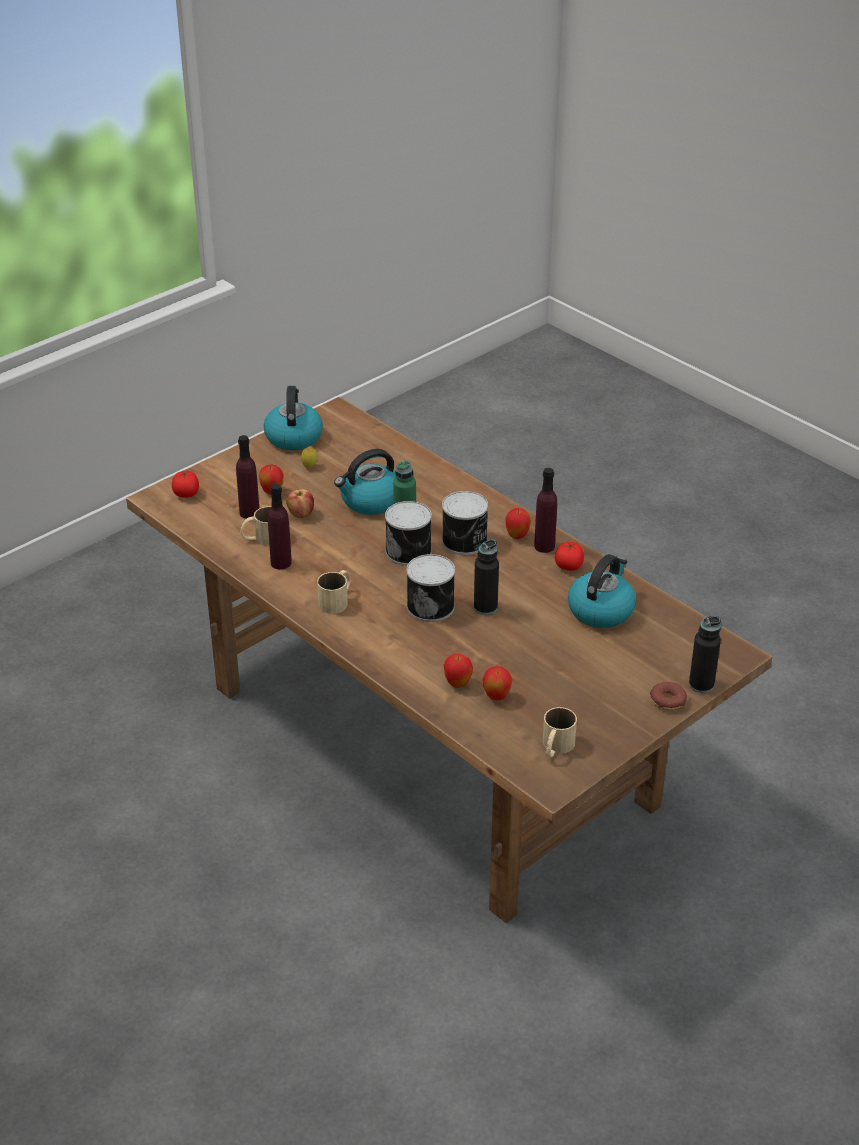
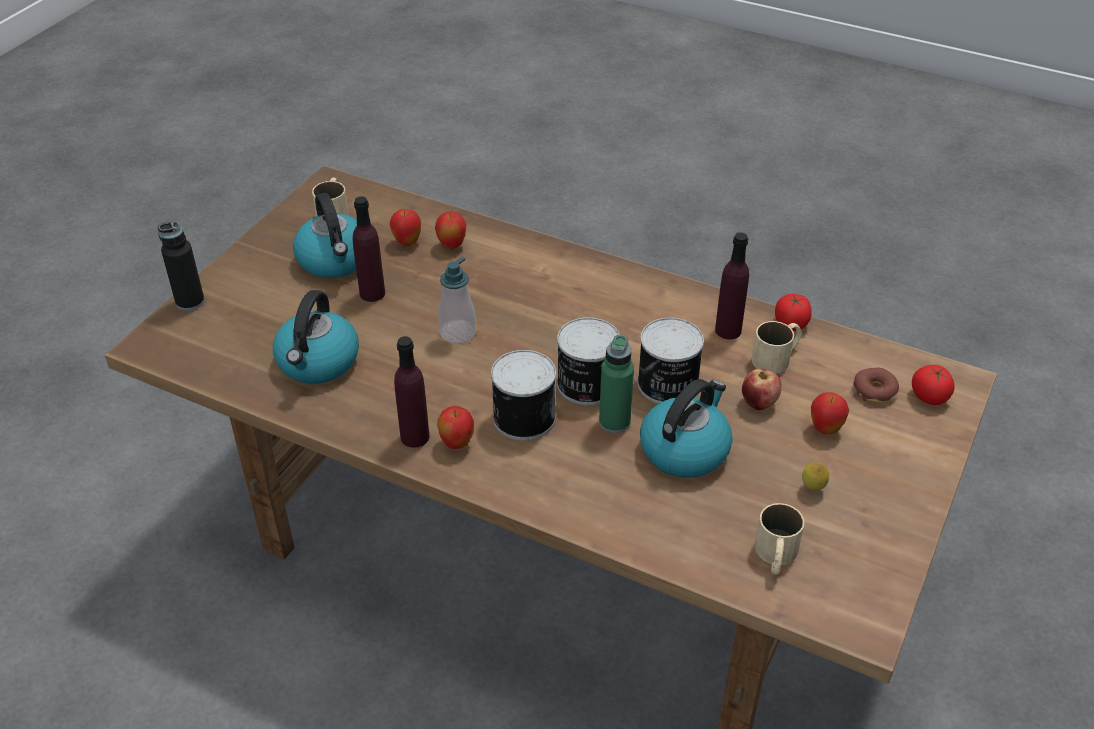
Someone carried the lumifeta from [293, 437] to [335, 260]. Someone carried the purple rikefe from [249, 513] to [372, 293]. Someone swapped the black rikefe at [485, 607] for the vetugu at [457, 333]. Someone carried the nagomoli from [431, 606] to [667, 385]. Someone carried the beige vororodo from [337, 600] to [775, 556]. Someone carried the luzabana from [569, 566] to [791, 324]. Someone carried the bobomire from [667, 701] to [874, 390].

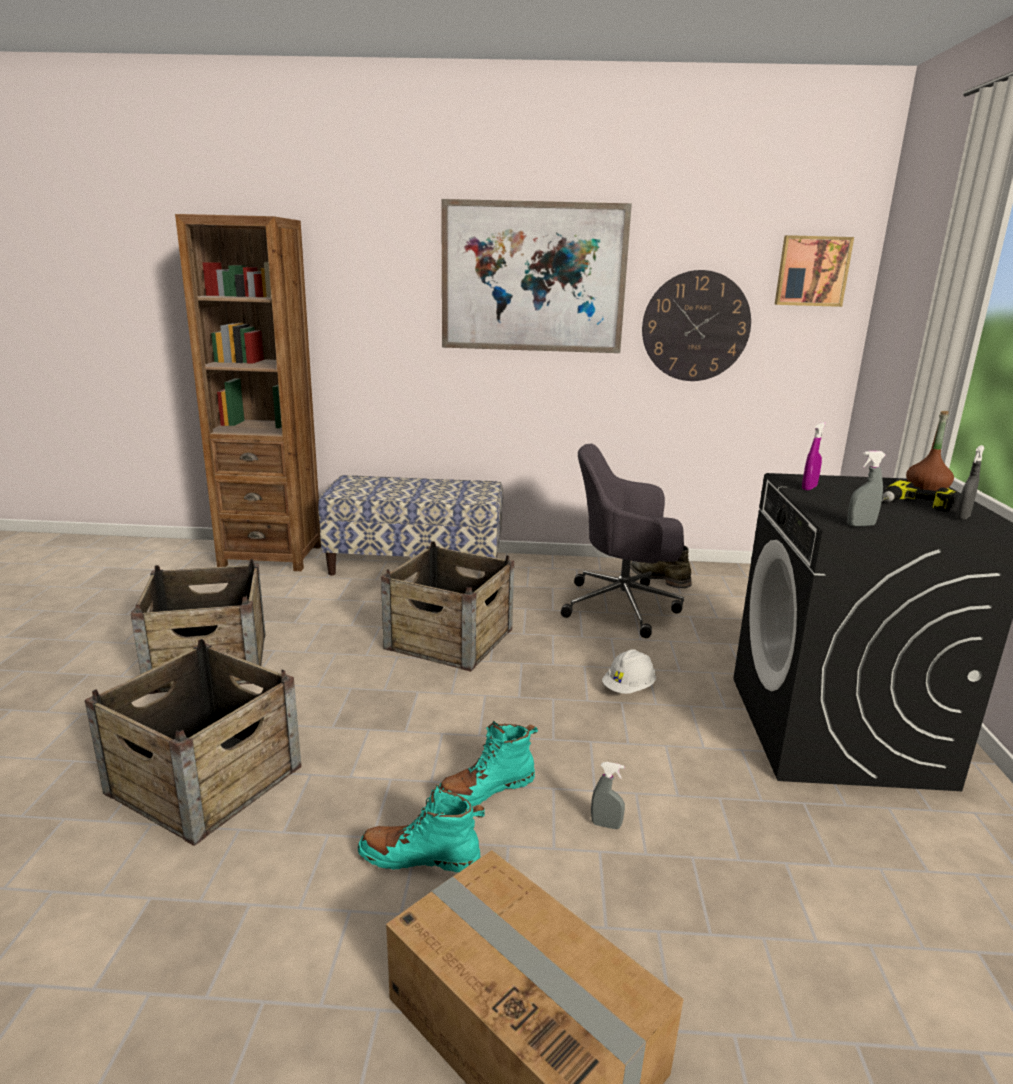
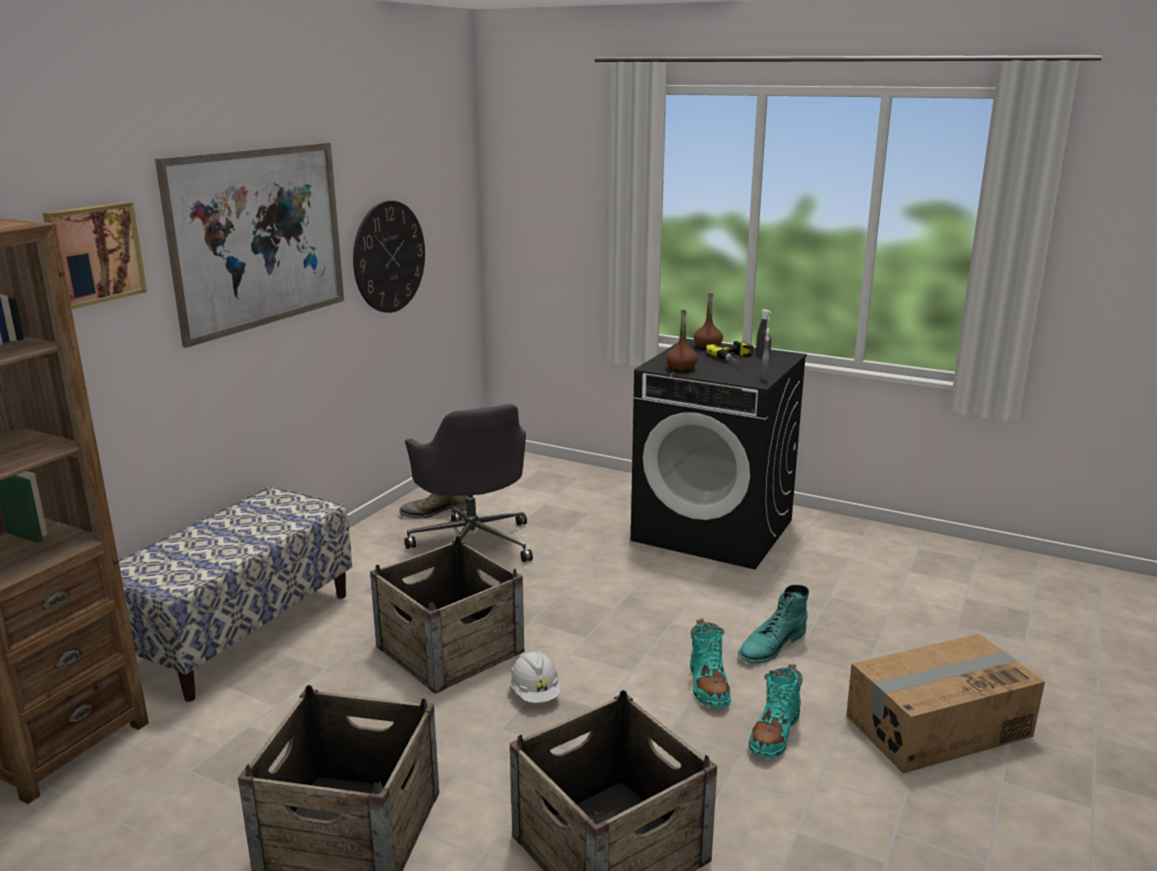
Someone carried the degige from [812, 271] to [93, 254]. Someone rotated the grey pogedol at [624, 606] by 60 degrees counterclockwise. Someone carried the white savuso from [629, 689] to [535, 693]. Someone swapped the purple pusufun at [809, 488] for the brown rikefe at [681, 368]. Someone swapped the grey pusufun at [606, 825] for the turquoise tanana at [771, 646].

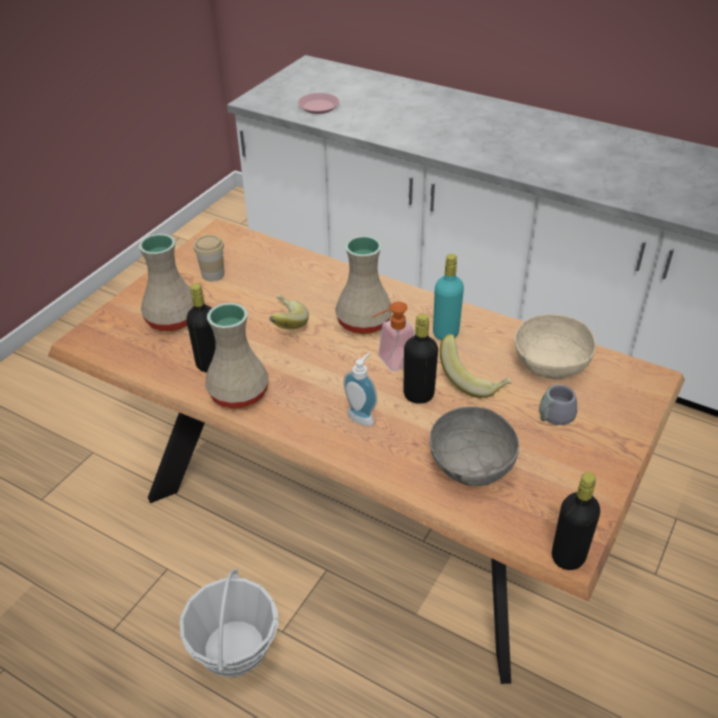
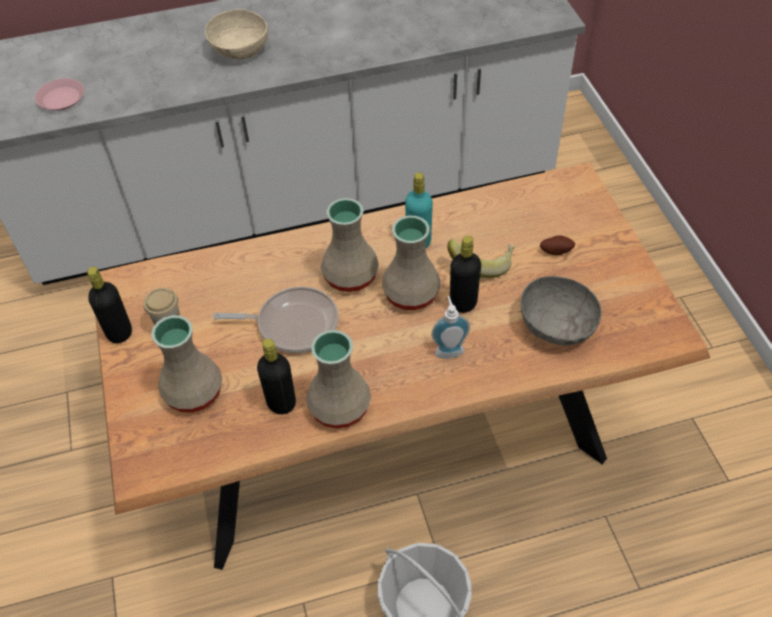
Someone carried the black rikefe from [568, 557] to [119, 333]. Someone carried the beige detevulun from [551, 363] to [240, 49]. Someone swapped the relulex at [284, 324] for the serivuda at [293, 324]. Someone swapped the vetugu at [391, 362] for the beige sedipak at [412, 293]. Someone swapped the grey vororodo at [550, 413] for the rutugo at [556, 251].

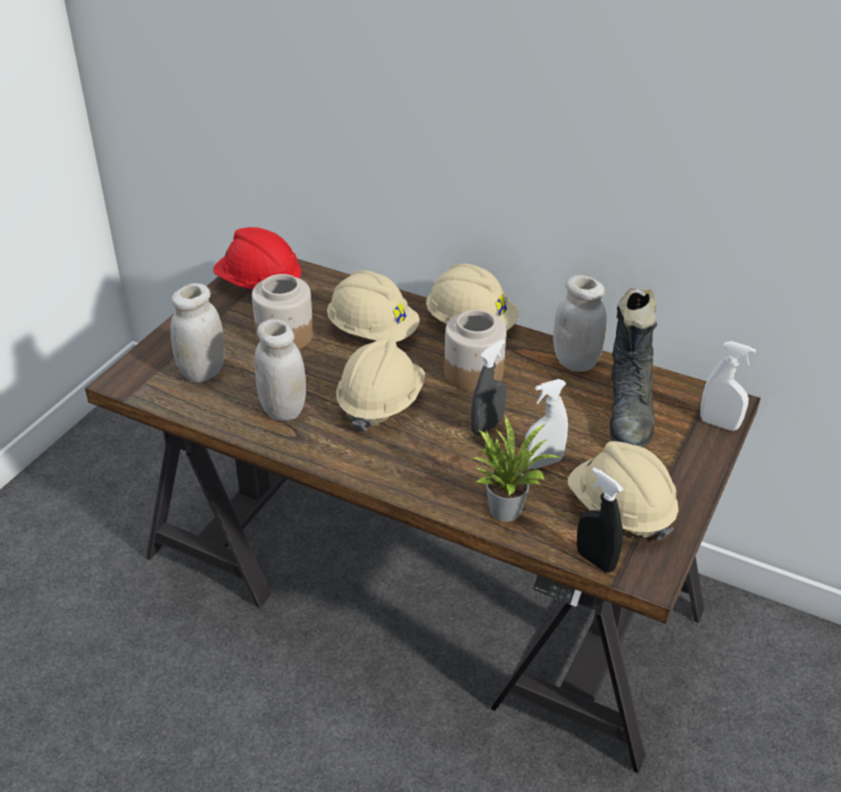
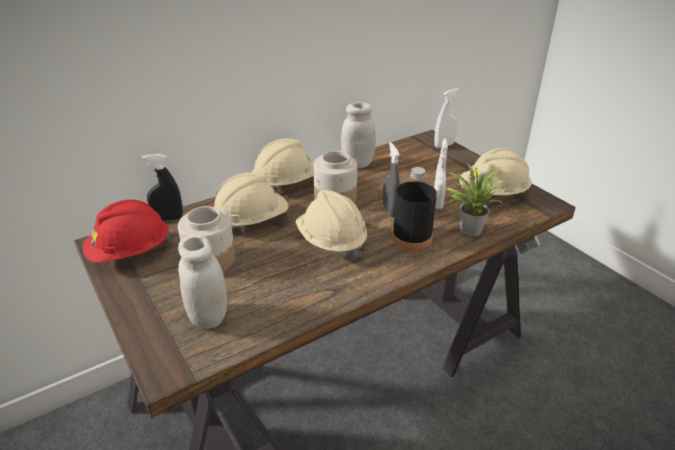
Someone carried the black pusufun from [595, 560] to [168, 218]. Someone put down the black rikefe at [412, 237]. Someone took away the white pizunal at [283, 409]. Someone took away the black tanana at [629, 412].

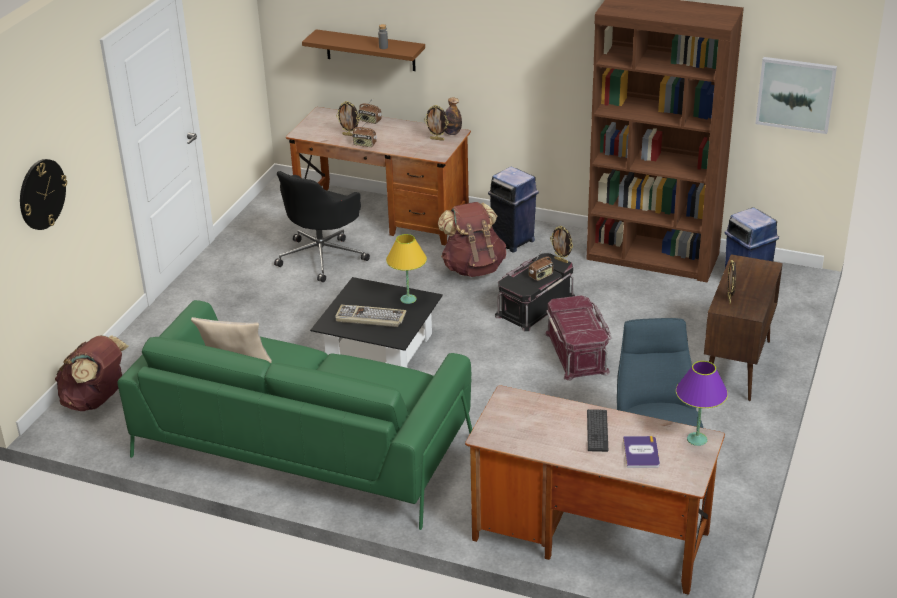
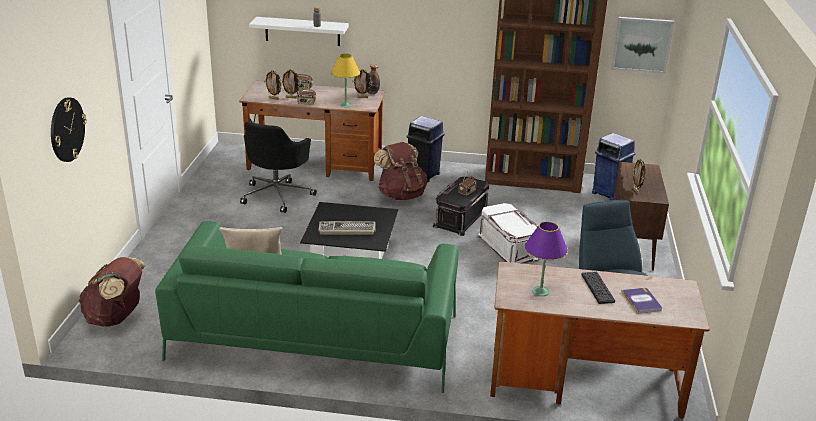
Someone repainted the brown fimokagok at [370, 50], which became the white fimokagok at [302, 31]. Someone carried the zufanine from [561, 260] to [274, 98]. Someone carried the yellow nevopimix from [408, 299] to [345, 105]. Someone repainted the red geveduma at [577, 353], which became the white geveduma at [508, 247]. Someone carried the purple nevopimix from [696, 439] to [540, 291].

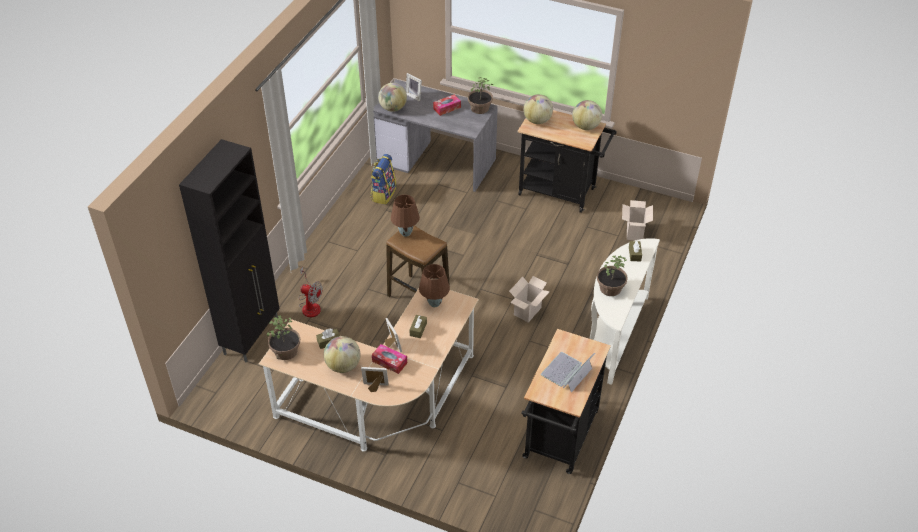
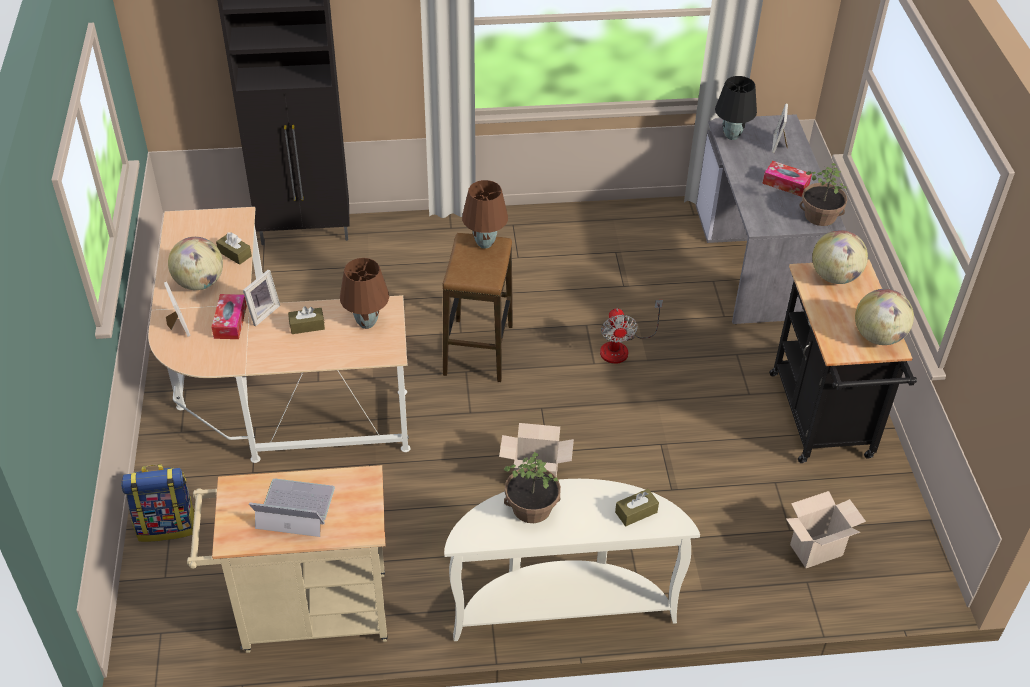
Someone carried the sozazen from [383, 194] to [167, 525]. Someone repainted the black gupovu at [559, 440], which became the beige gupovu at [305, 614]. Someone carried the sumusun from [310, 305] to [621, 347]. Someone swapped the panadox at [393, 108] for the black nevopimix at [731, 135]. Someone took away the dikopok at [286, 351].

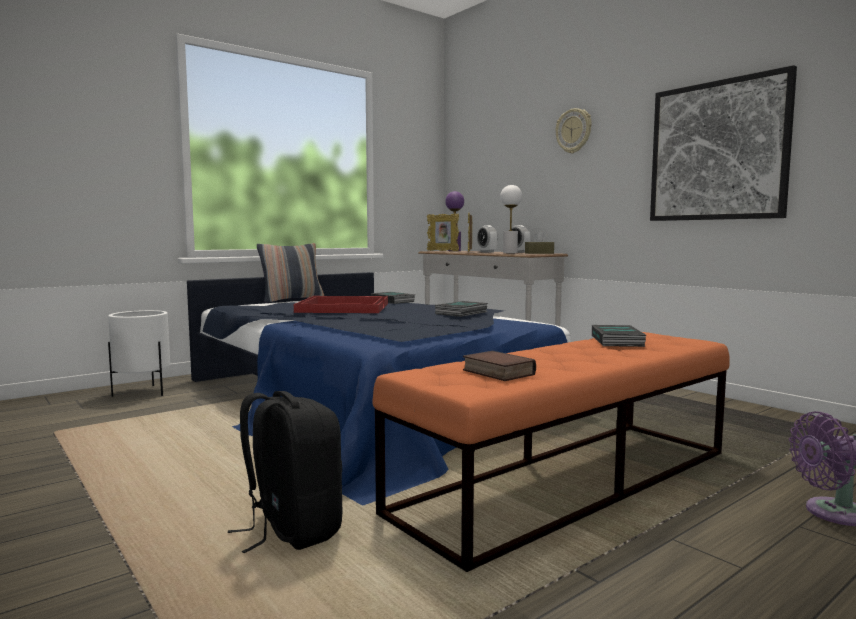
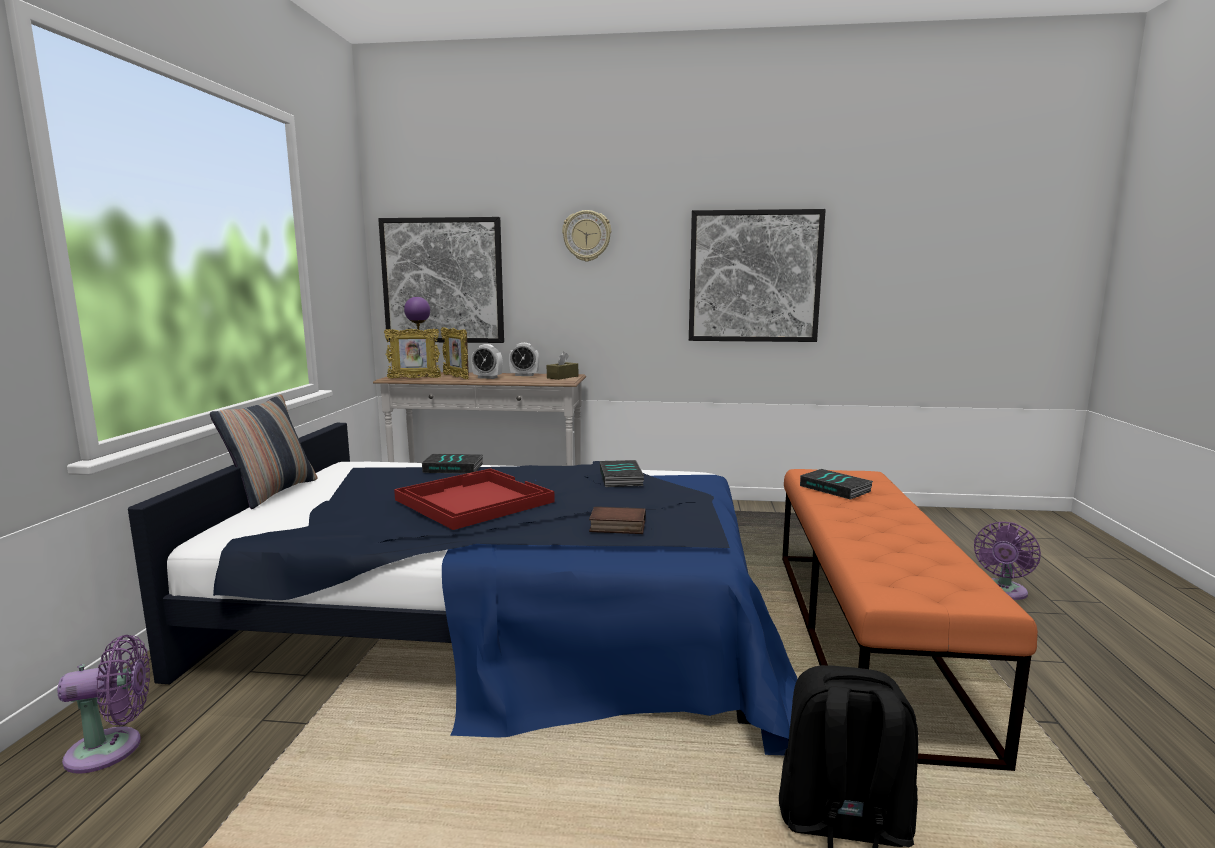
Someone swapped the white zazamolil at [143, 392] for the purple sumusun at [112, 749]. Someone put up the degige at [443, 281]. Someone carried the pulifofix from [496, 372] to [616, 526]. Someone took away the white nevopimix at [510, 253].

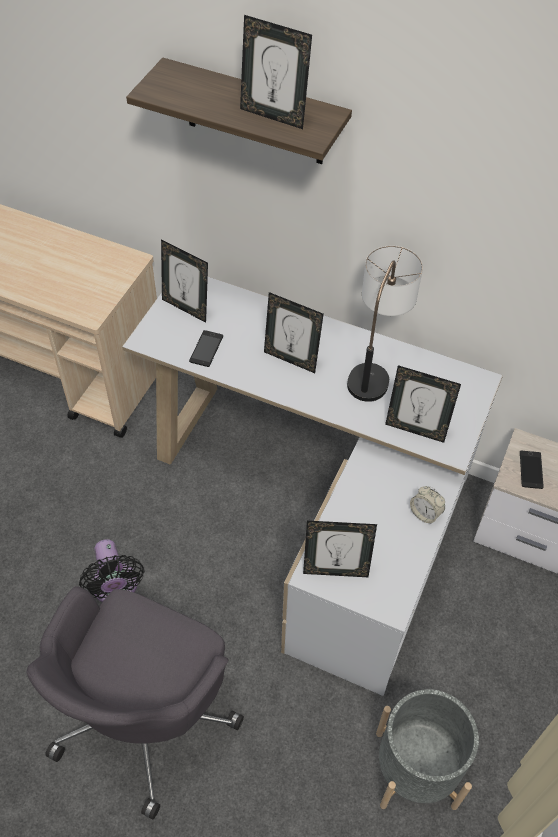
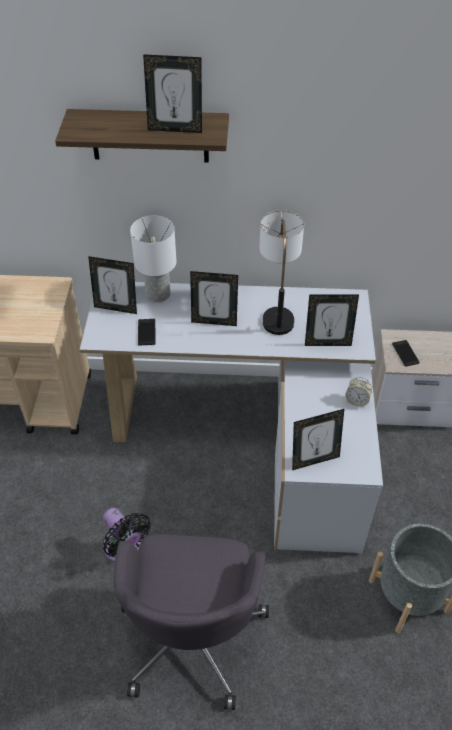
Someone put down the white nevopimix at [157, 294].

